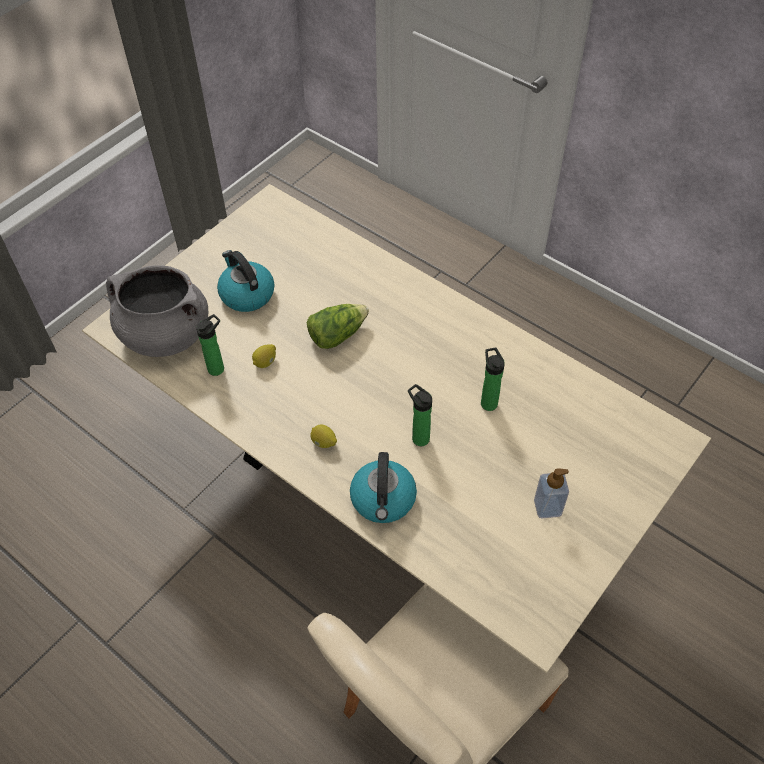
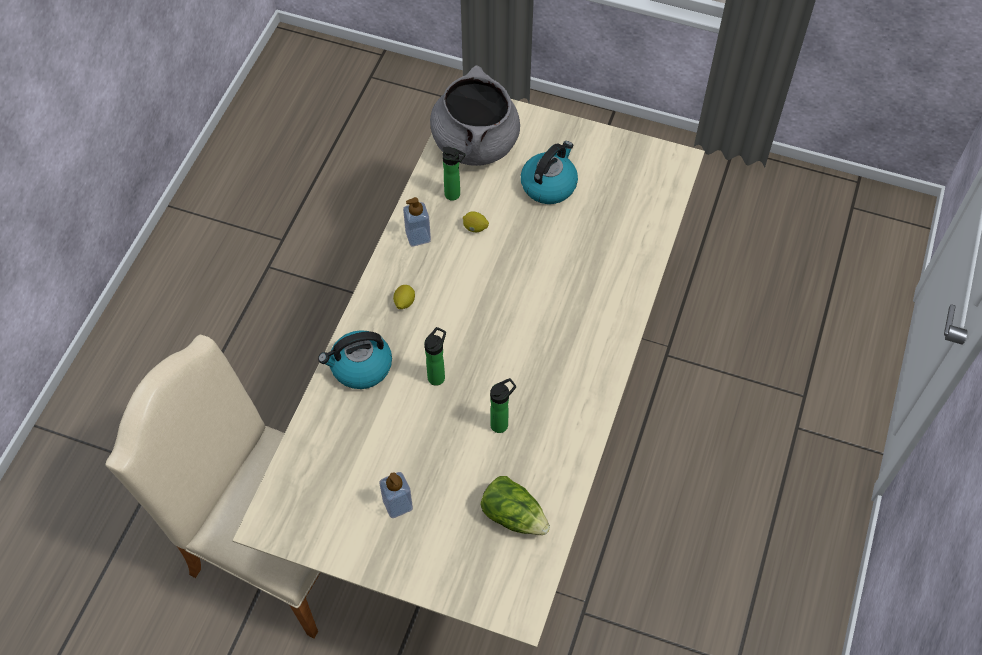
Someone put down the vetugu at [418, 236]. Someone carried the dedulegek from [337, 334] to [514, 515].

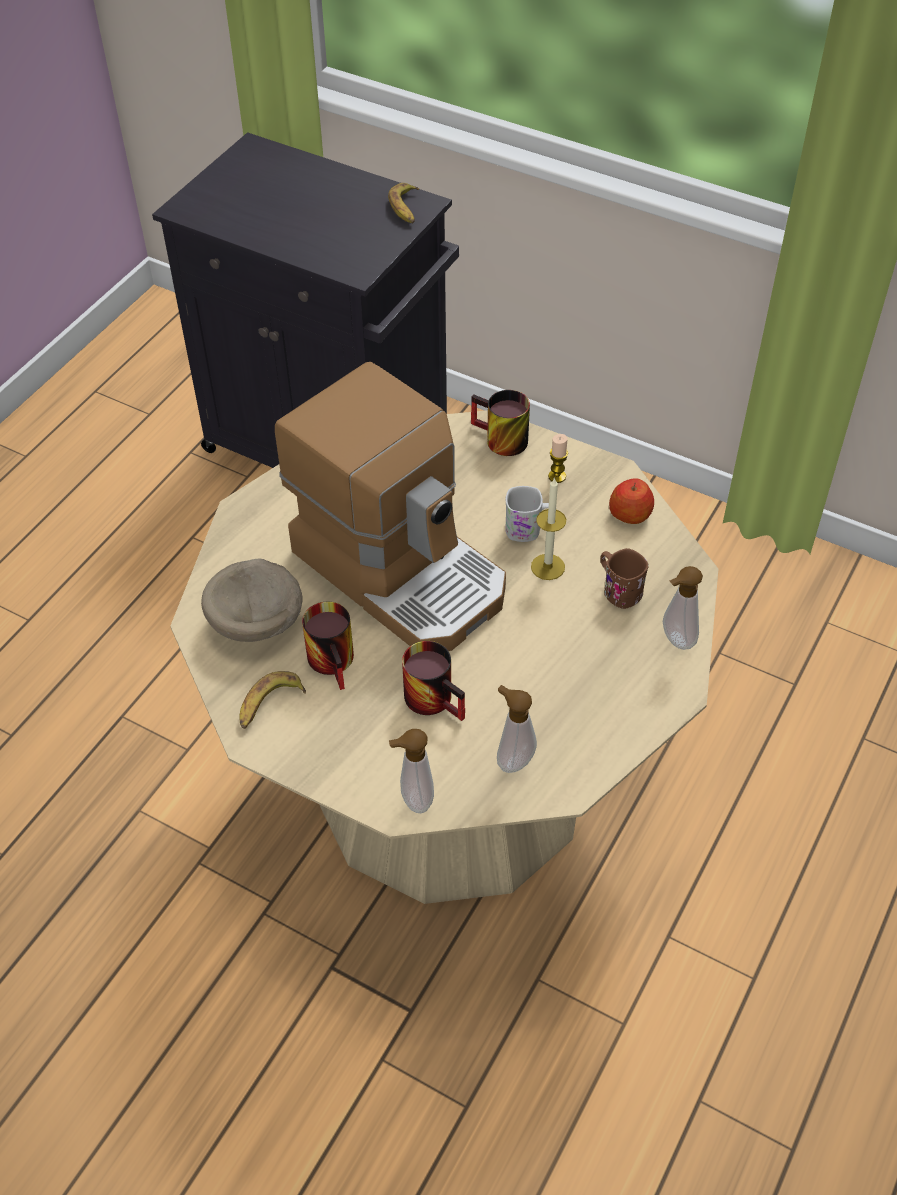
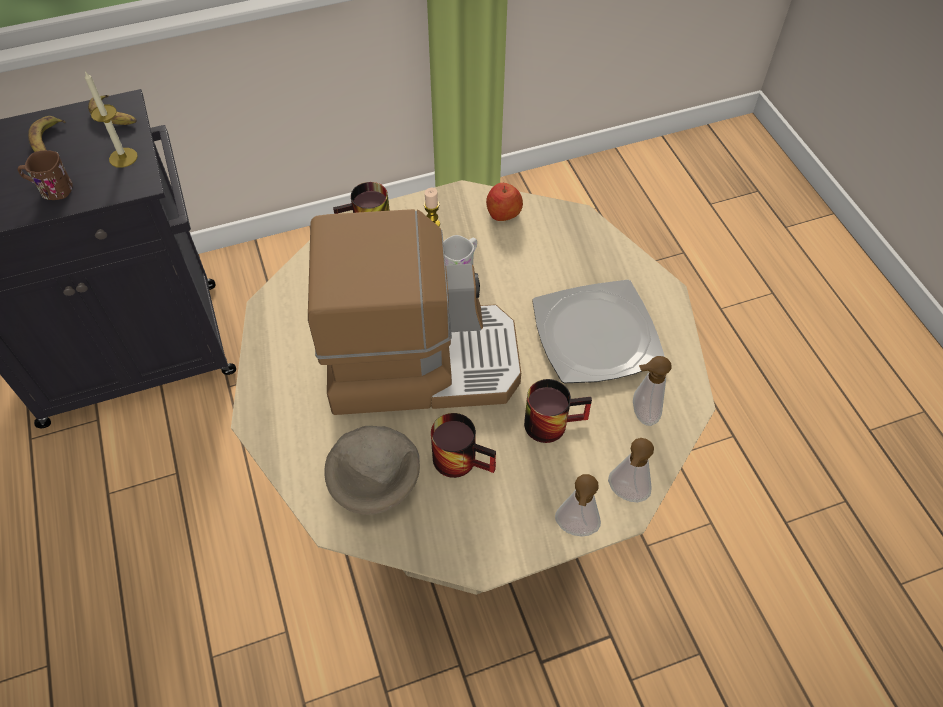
Someone carried the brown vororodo from [618, 590] to [51, 190]. Someone carried the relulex from [269, 704] to [48, 142]. Someone carried the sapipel from [547, 567] to [123, 157]. Someone put down the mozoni at [594, 334]. Someone carried the vetugu from [675, 640] to [575, 530].

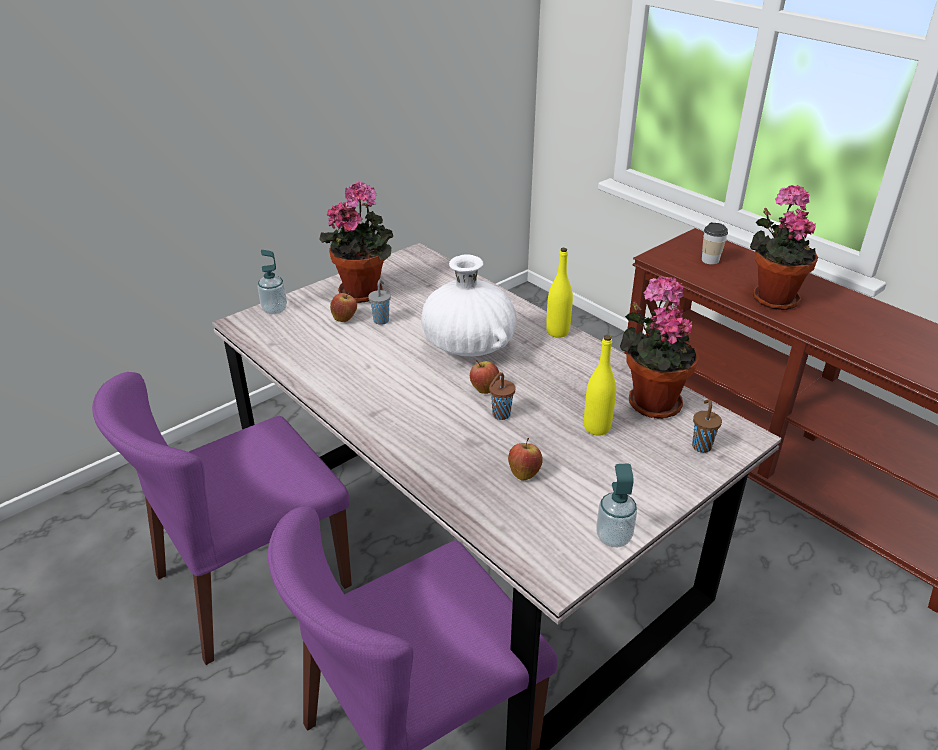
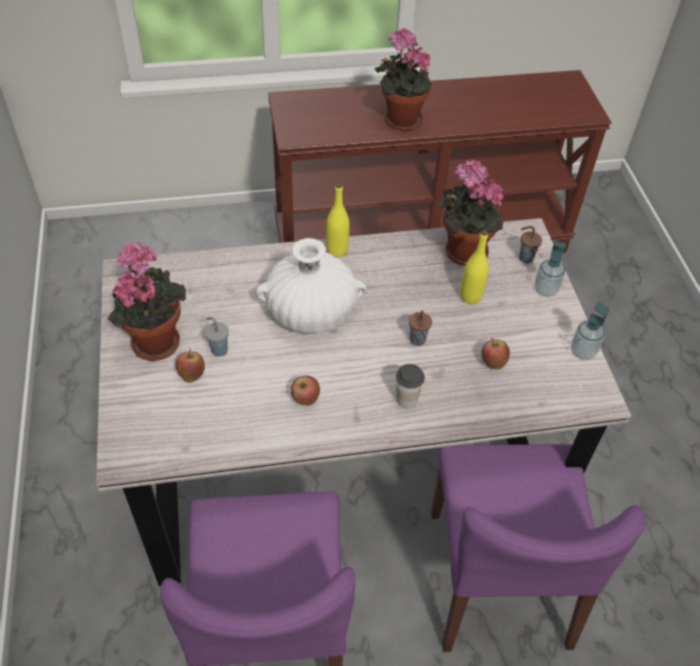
Someone carried the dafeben from [484, 389] to [305, 399]. Someone carried the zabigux from [710, 260] to [407, 399]. Someone carried the vetugu from [274, 309] to [545, 290].

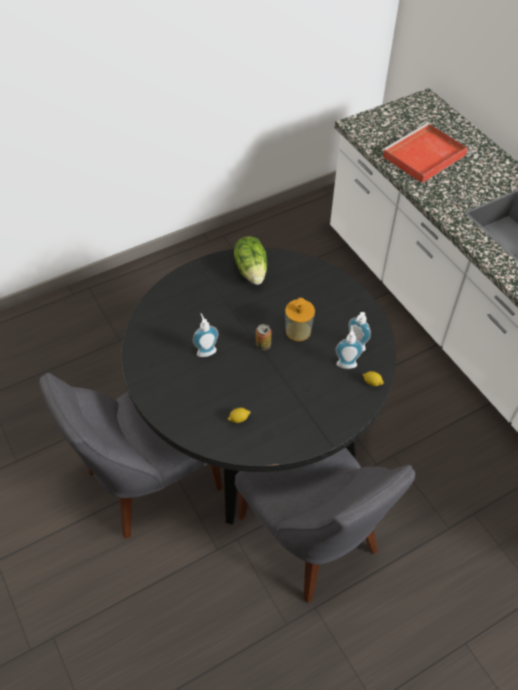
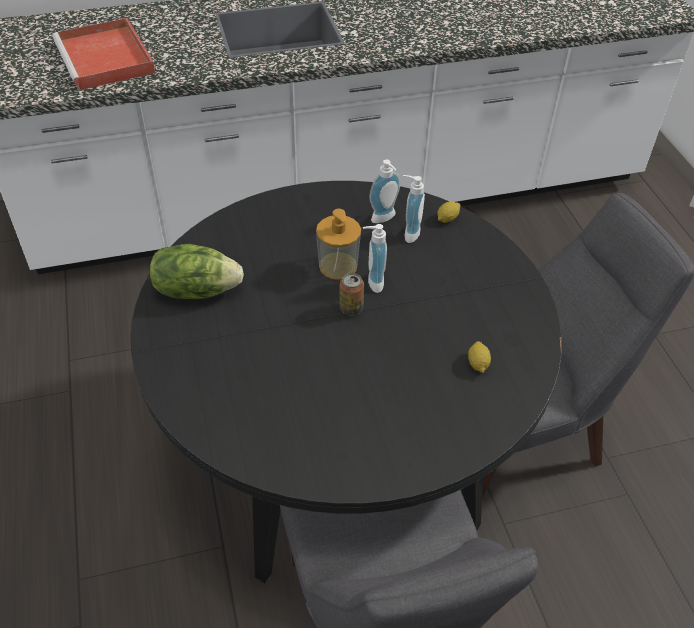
Someone carried the vetugu from [205, 350] to [372, 282].

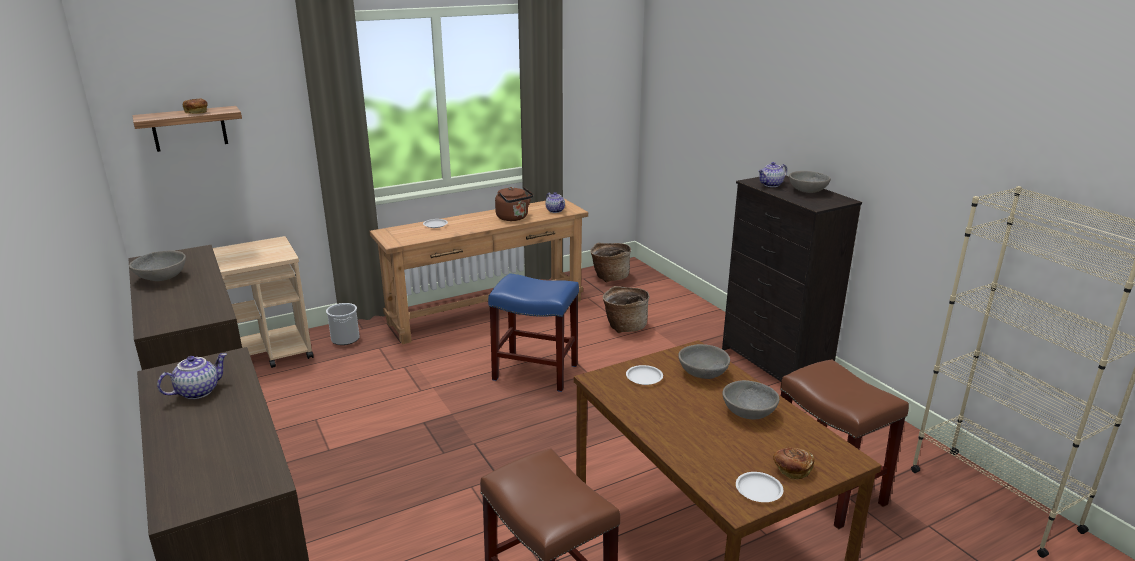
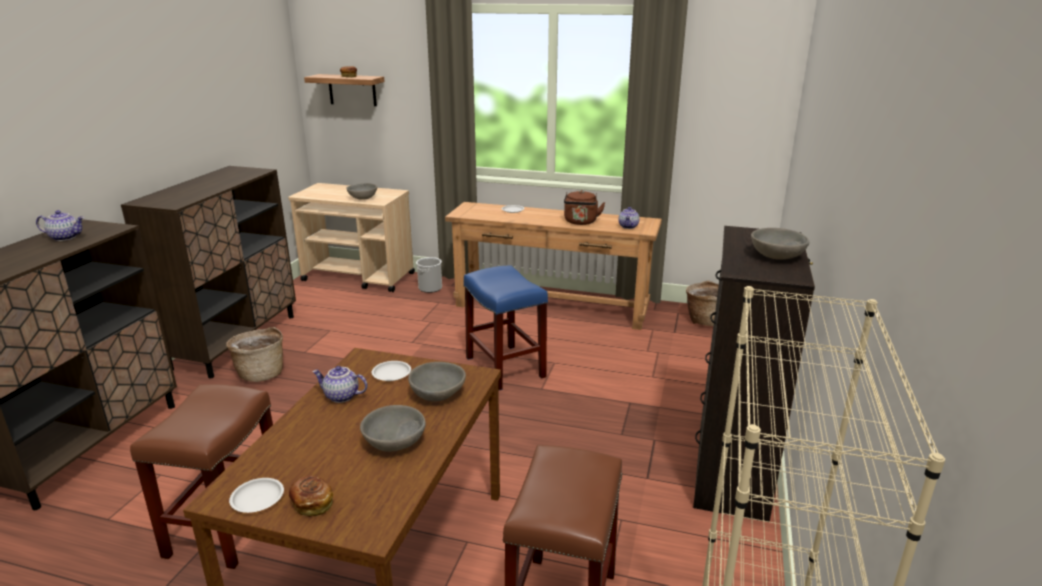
Someone carried the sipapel from [624, 326] to [261, 373]. Someone carried the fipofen from [771, 185] to [341, 397]. Someone carried the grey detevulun from [161, 278] to [362, 198].

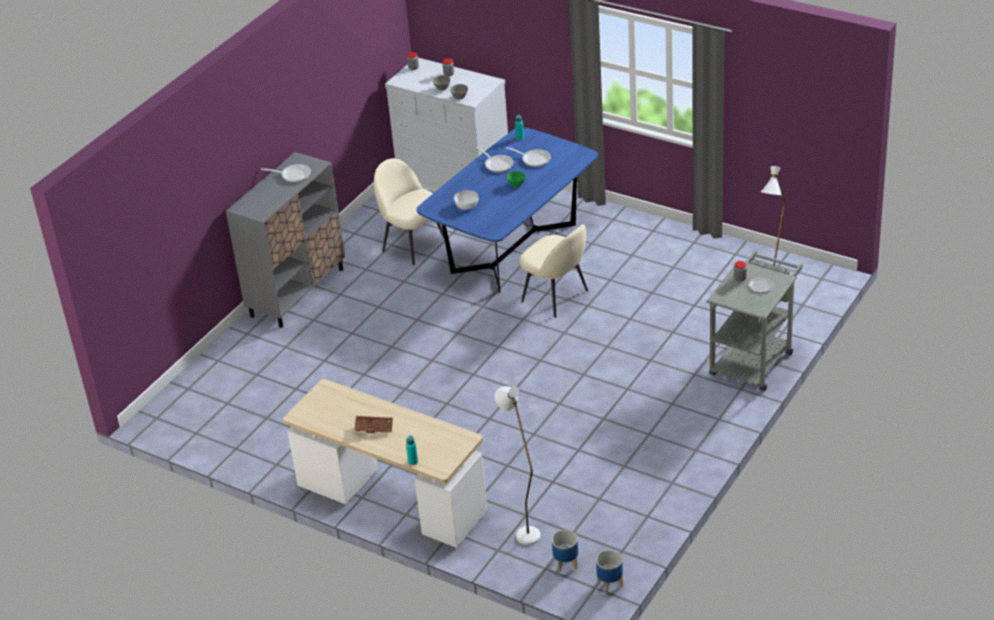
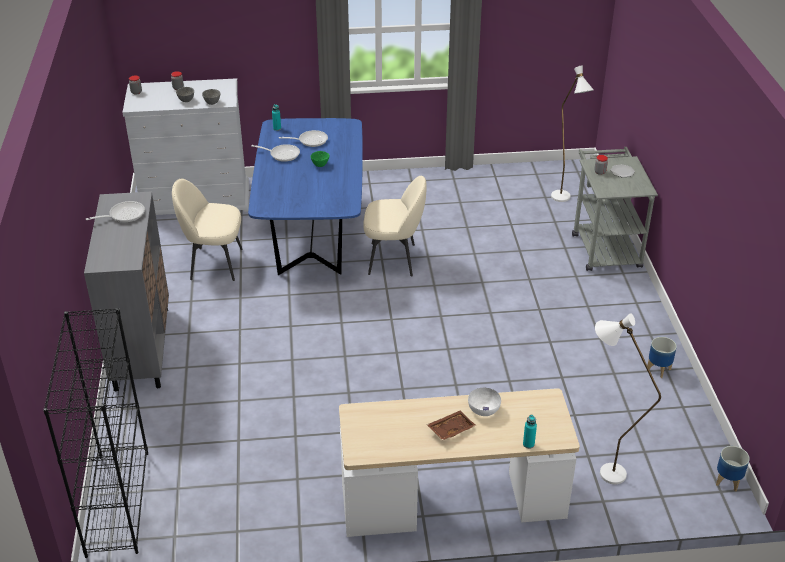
Someone put down the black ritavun at [117, 502]. Someone carried the white detevulun from [467, 205] to [483, 409]. Someone carried the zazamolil from [566, 564] to [659, 370].

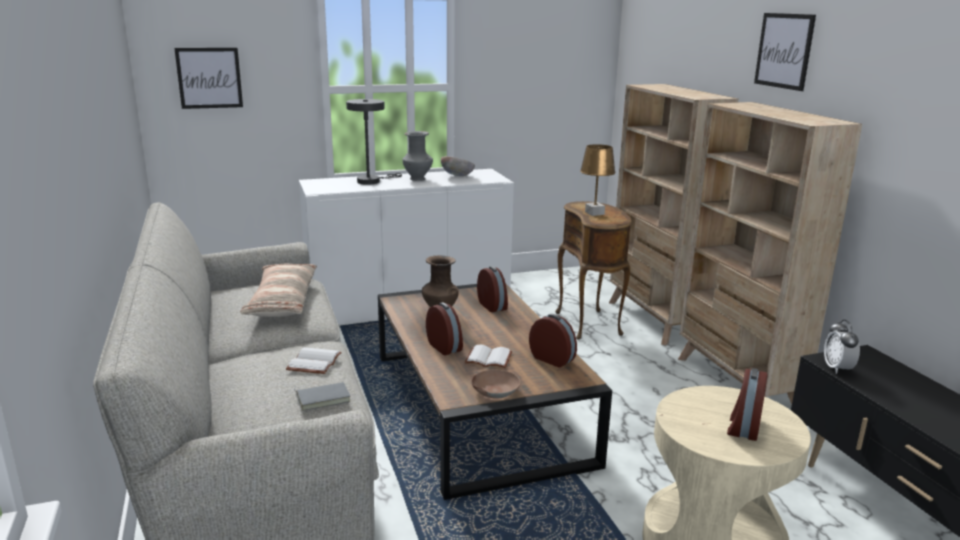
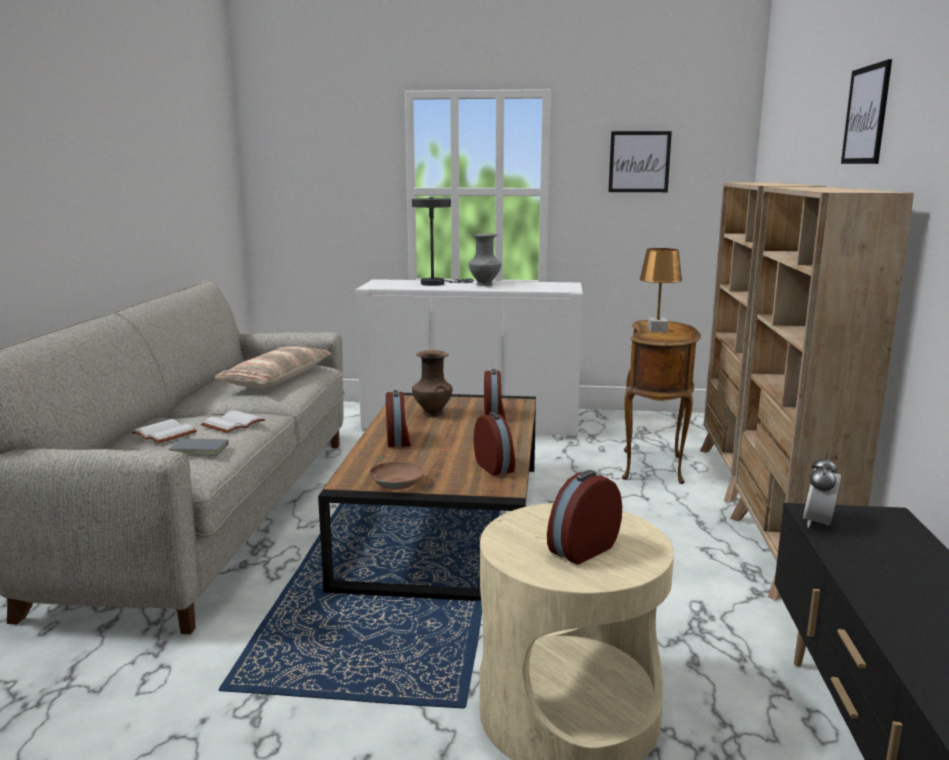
Someone carried the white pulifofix from [489, 358] to [166, 433]. Someone carried the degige from [209, 78] to [639, 162]. Someone took away the detevulun at [457, 176].

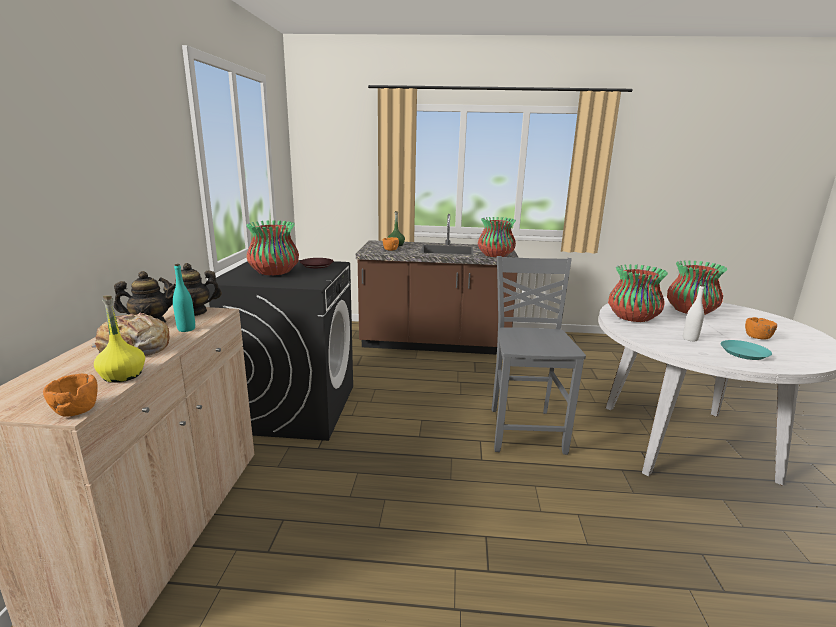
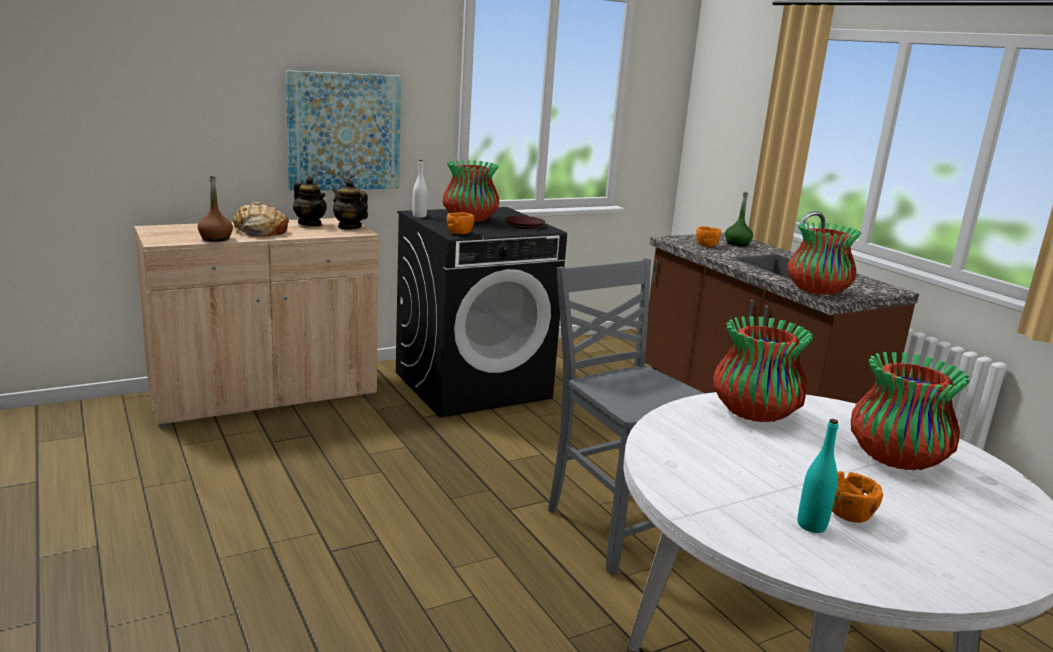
Someone repainted the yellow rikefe at [122, 375], which became the brown rikefe at [216, 239]. Someone put up the degige at [344, 132]. Someone carried the white rikefe from [690, 339] to [419, 216]. Someone carried the orange detevulun from [76, 410] to [460, 233]. Someone rotated the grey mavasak at [525, 429] by 90 degrees counterclockwise. Someone carried the turquoise rikefe from [186, 329] to [811, 525]. Someone took away the turquoise mozoni at [743, 353].

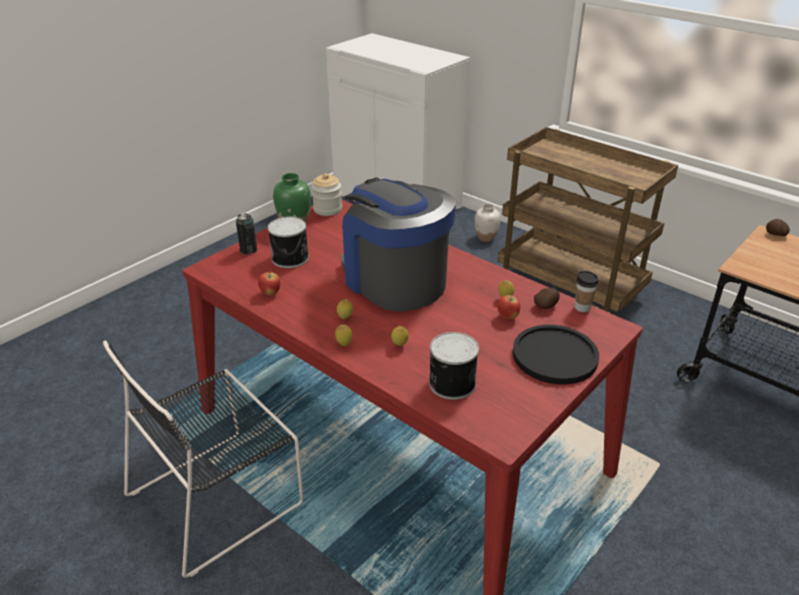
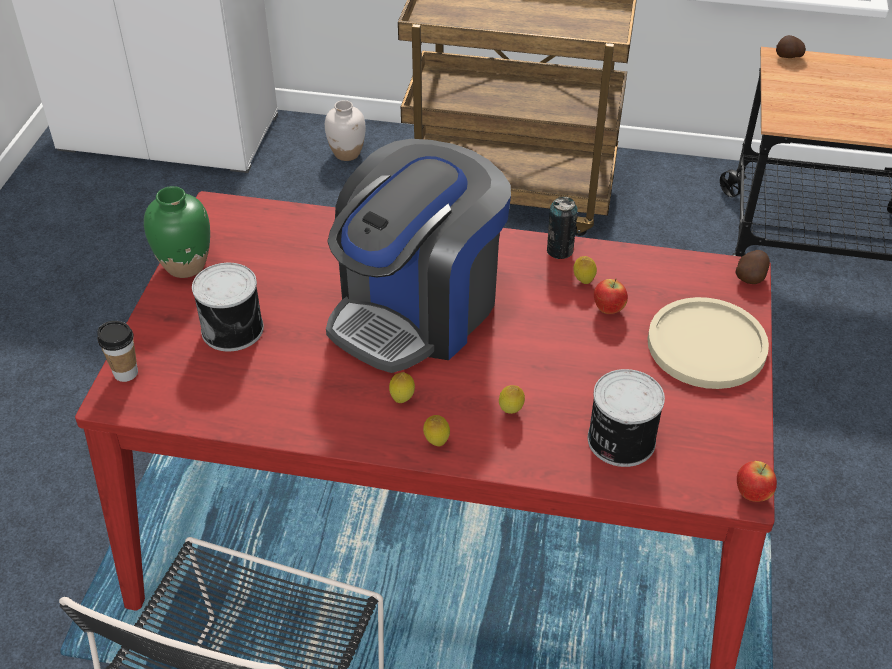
Someone carried the zabigux from [582, 308] to [126, 373]. Someone rotated the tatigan at [394, 280] by 75 degrees counterclockwise. Someone carried the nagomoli from [248, 250] to [559, 250]. Someone repainted the black mozoni at [555, 356], which became the beige mozoni at [706, 345]. Someone carried the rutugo from [546, 306] to [751, 277]. Someone carried the dafeben from [270, 293] to [752, 494]. Someone took away the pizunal at [327, 209].

